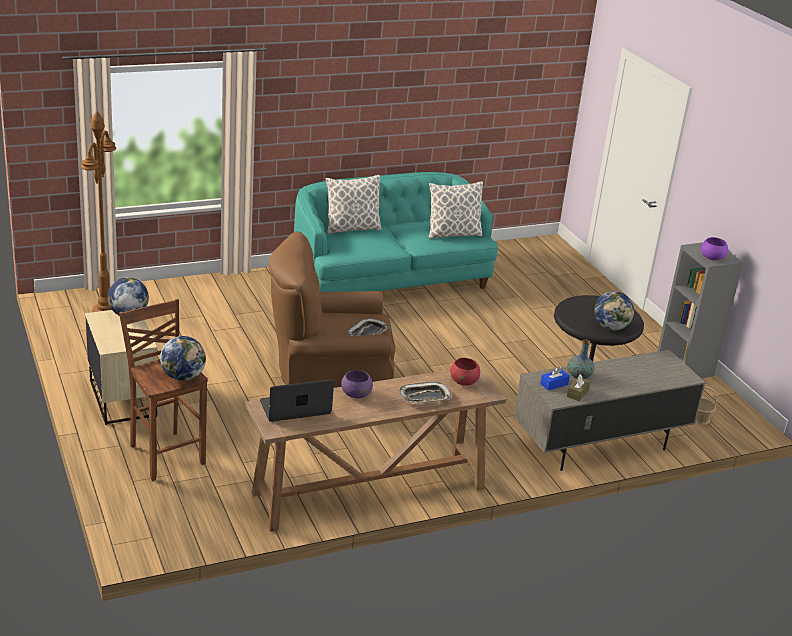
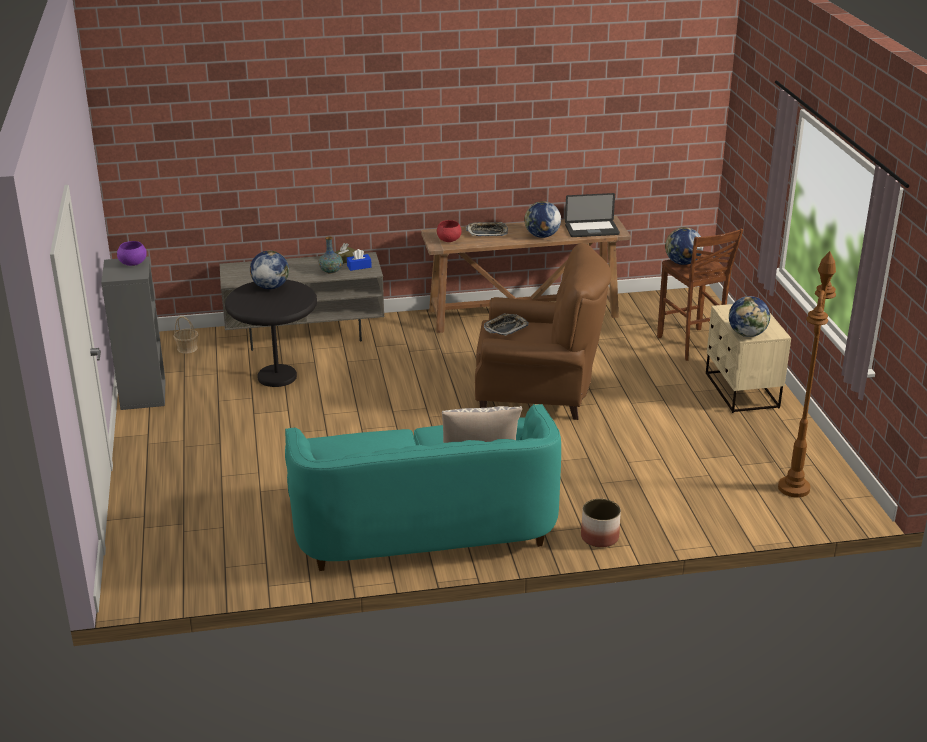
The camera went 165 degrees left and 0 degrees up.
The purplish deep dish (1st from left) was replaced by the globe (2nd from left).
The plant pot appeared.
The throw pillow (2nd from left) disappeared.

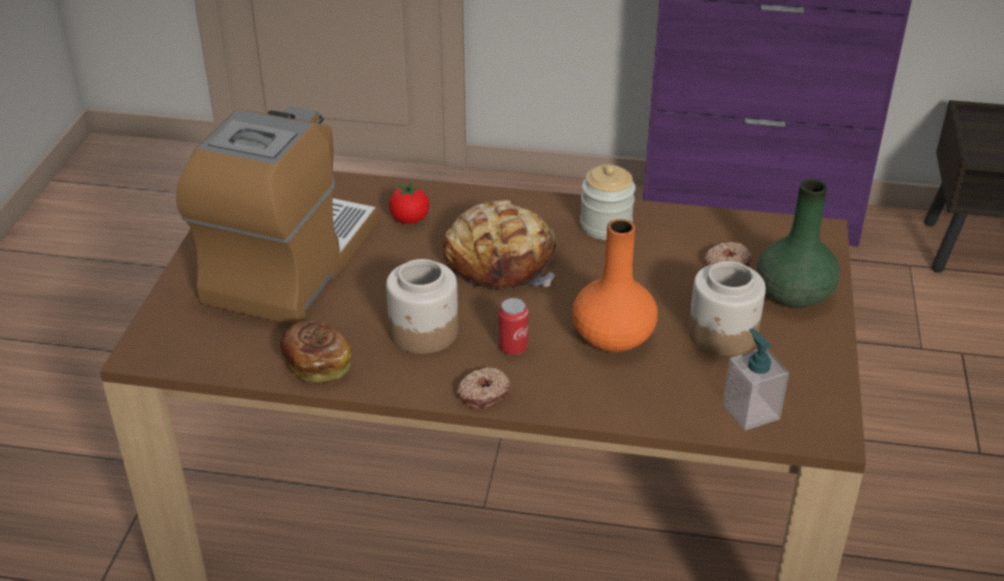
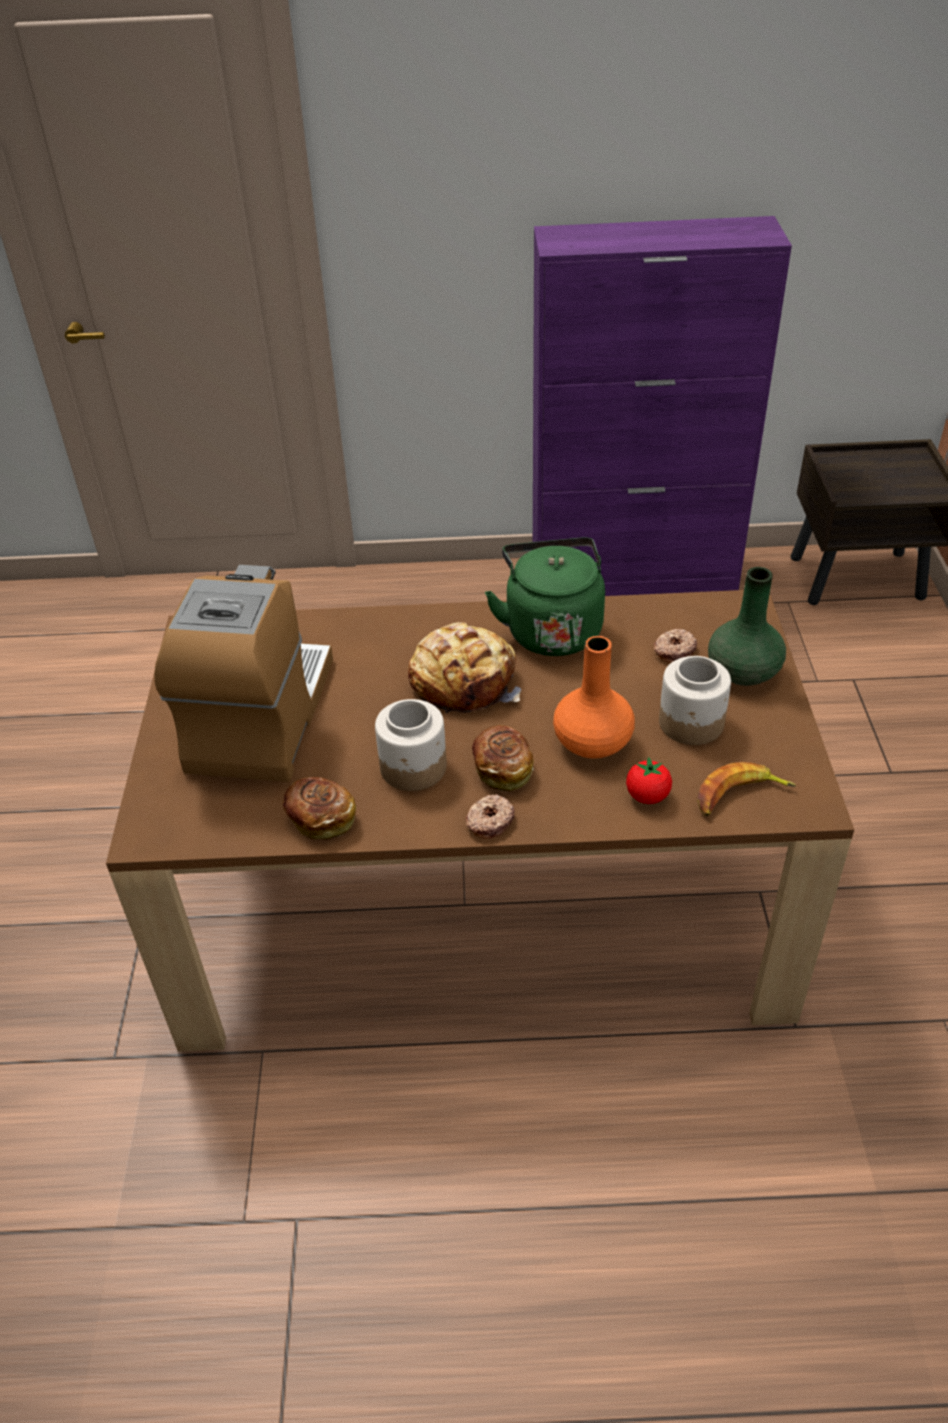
The camera went 10 degrees left and 5 degrees up.
The metal can was replaced by the bread (3rd from left).
The preserve jar (2nd from left) was replaced by the greenish water kettle.
The fresh tomato moved.
The liquid soap bottle was replaced by the banana fruit.

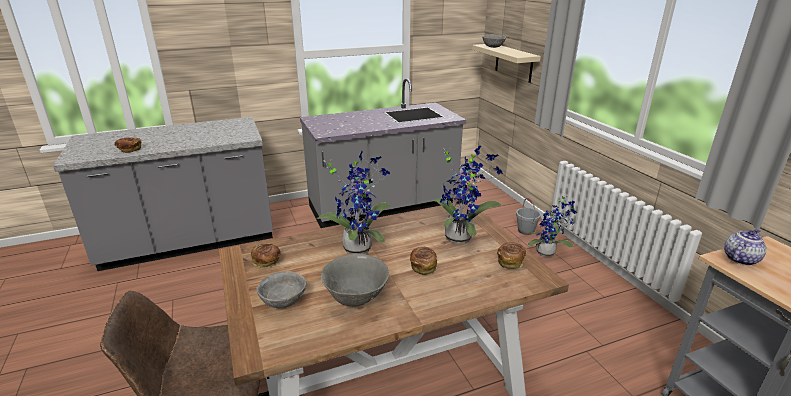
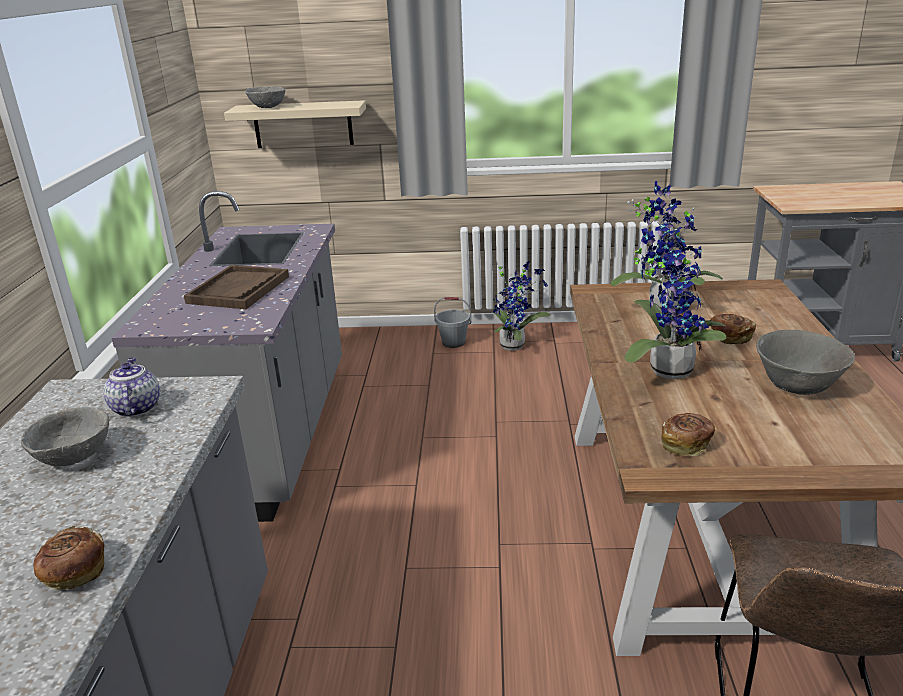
The camera went 65 degrees left and 0 degrees up.
The grey deep dish (1st from left) moved.
The tea pot moved.
The brownish carrying tray appeared.
The bread (4th from left) disappeared.

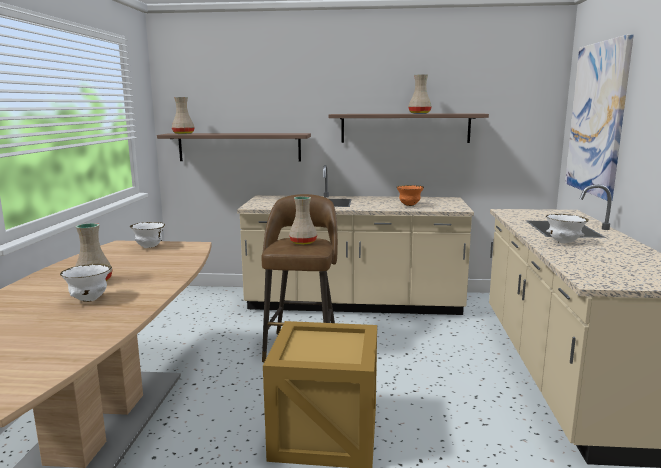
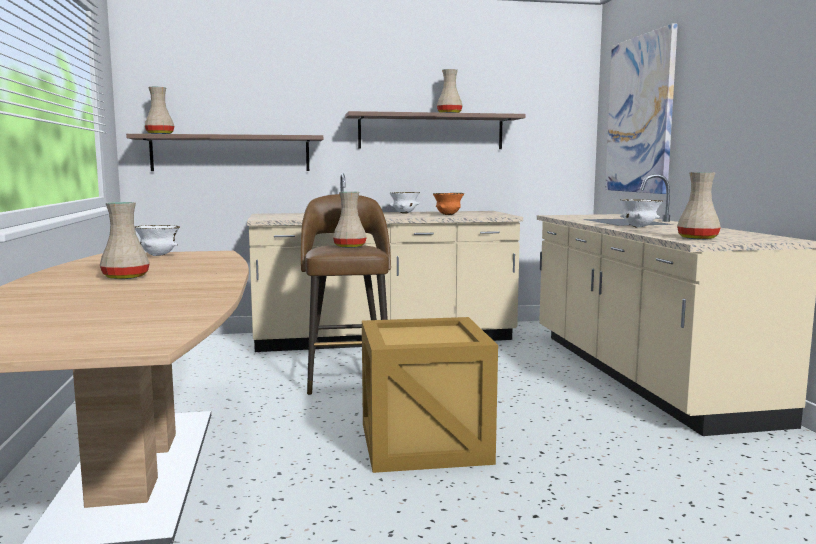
The camera went 15 degrees left and 5 degrees down.
The white-coloured deep dish (1st from left in the first image) moved.
The sand-coloured decorative vase (5th from left) appeared.

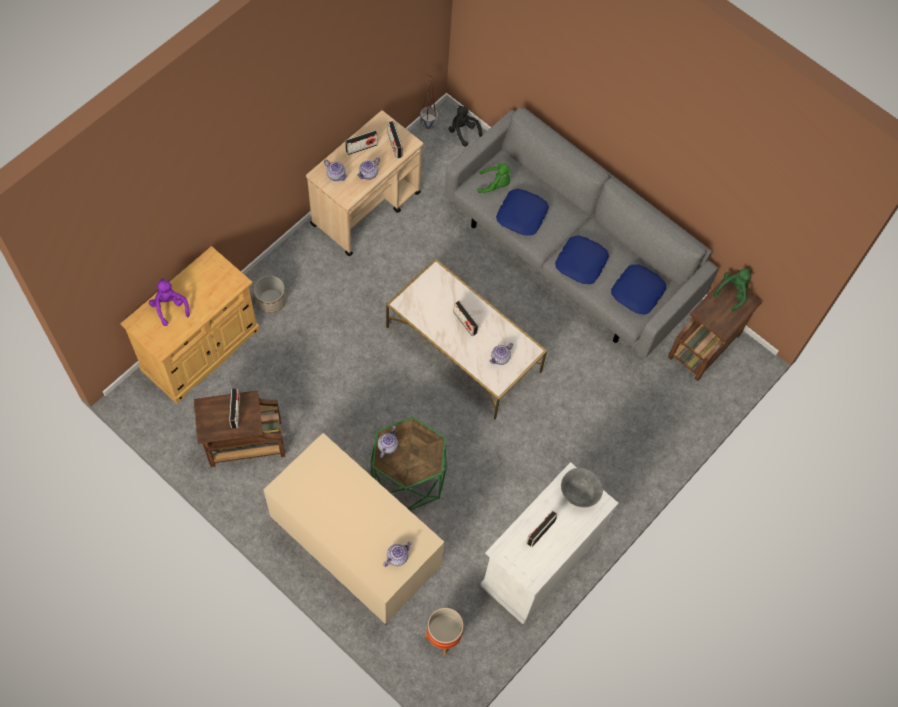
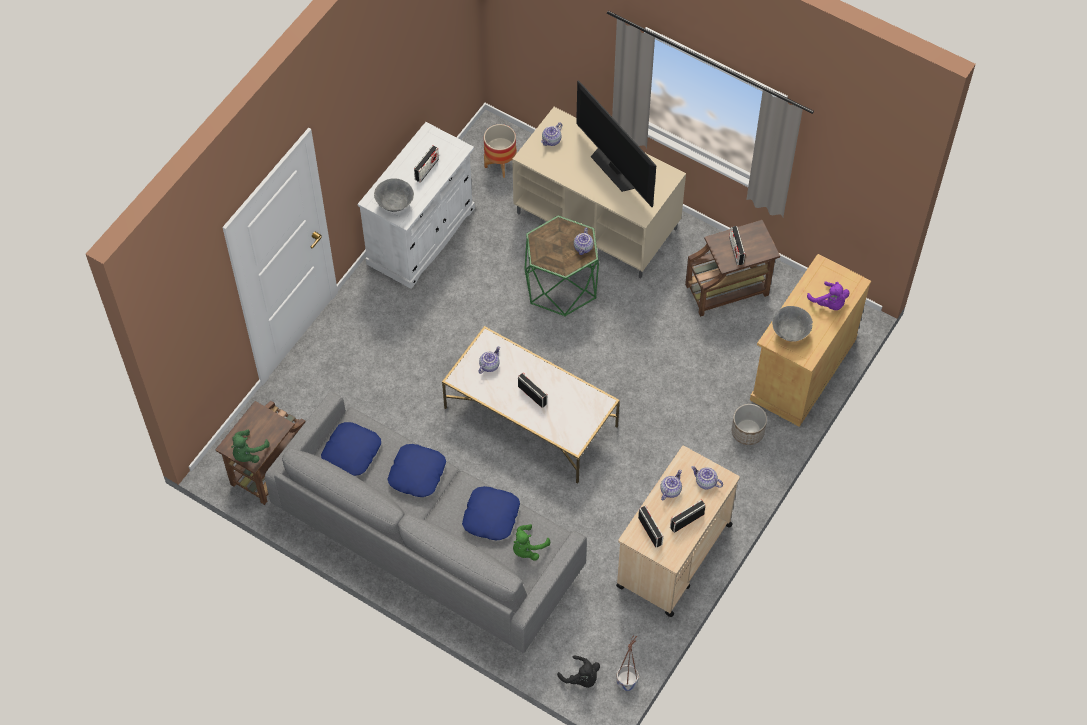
The camera went 175 degrees right and 5 degrees down.
The greenish soft toy (1st from left in the first image) turned 45 degrees counterclockwise.
The TV appeared.
The grey deep dish (2nd from left) appeared.

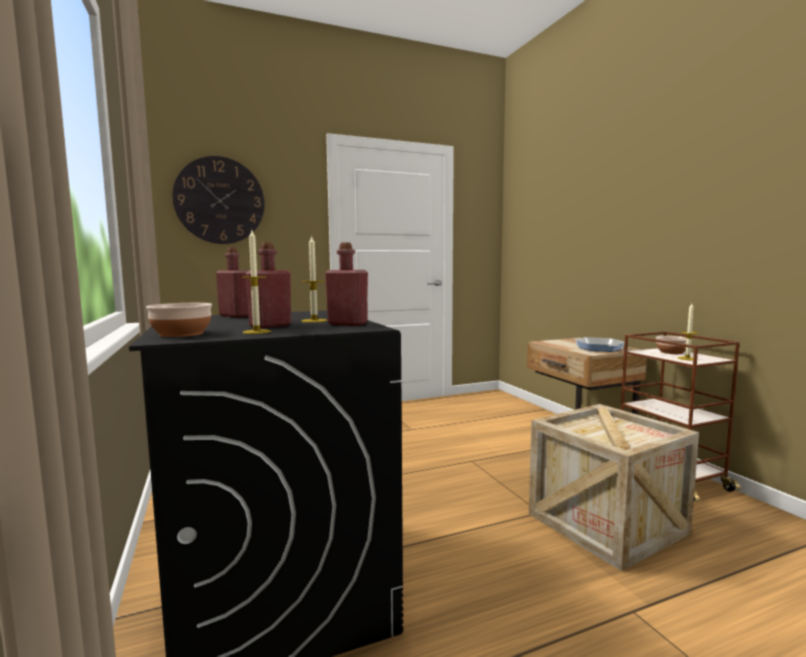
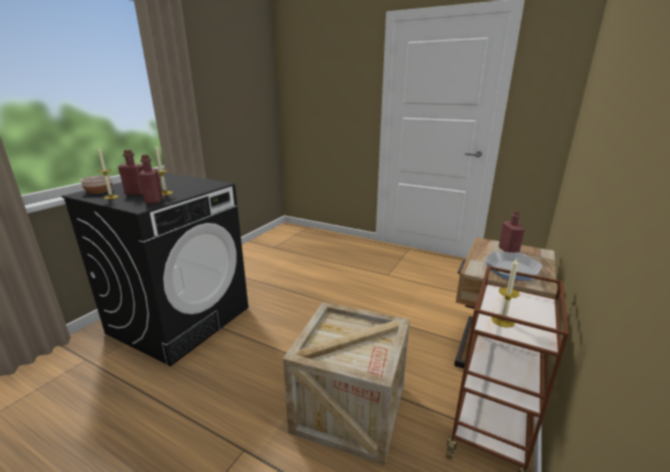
The camera went 50 degrees right and 15 degrees up.
The red beverage bottle (1st from left in the first image) moved.
The wall clock disappeared.
The deep dish (2nd from left) disappeared.

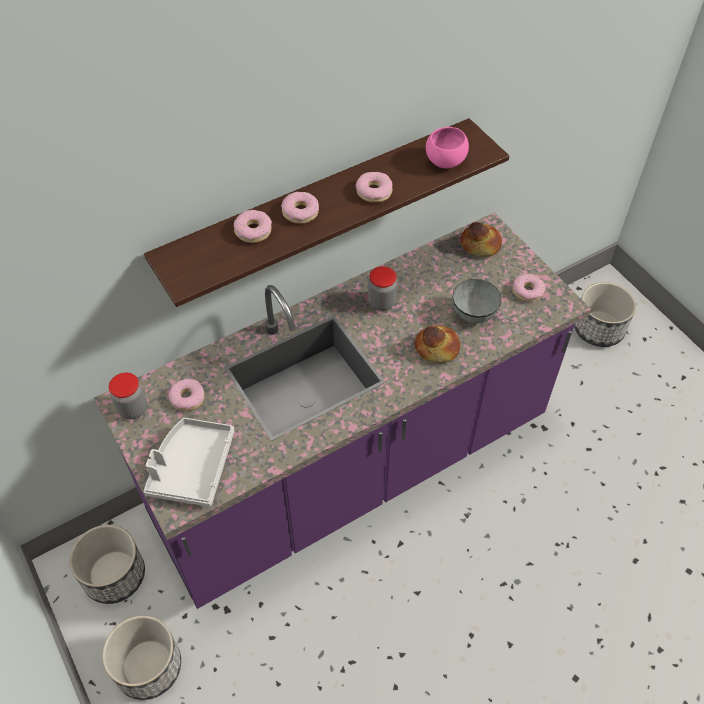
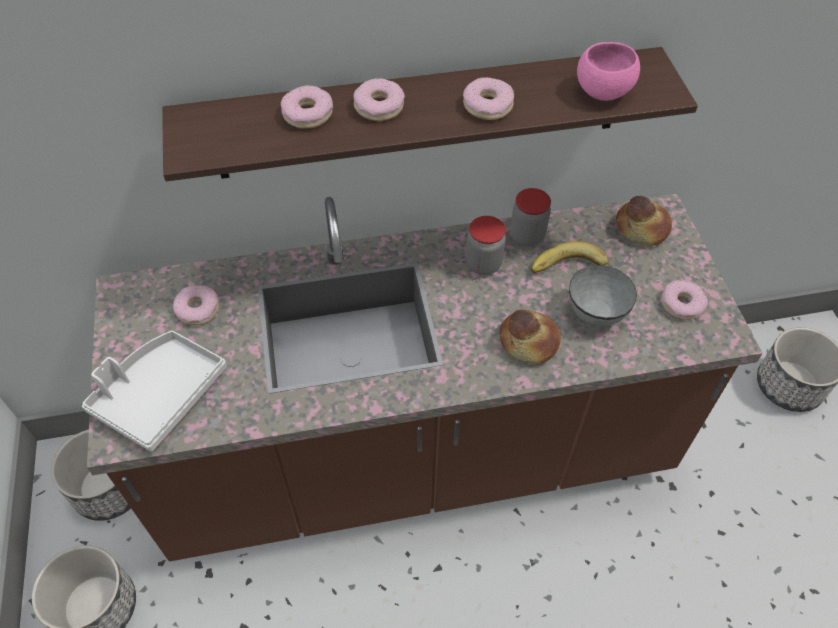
The camera went 20 degrees right and 0 degrees up.
The purplish kitchen base unit became the brownish kitchen base unit.
The preserve jar (1st from left in the first image) moved.
The banana fruit appeared.

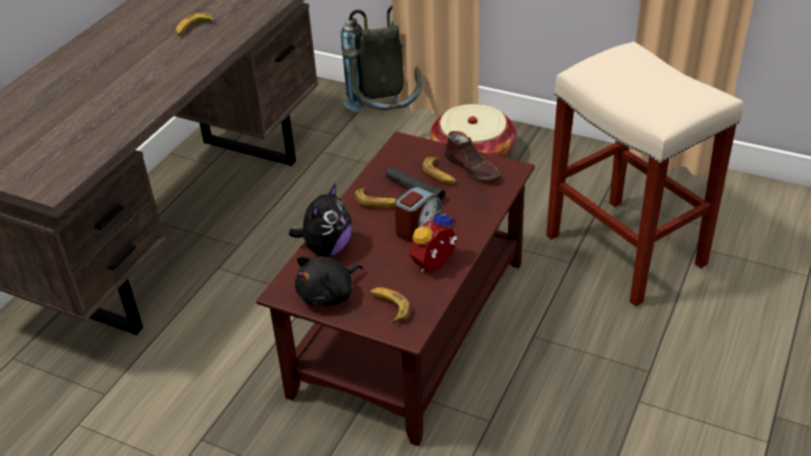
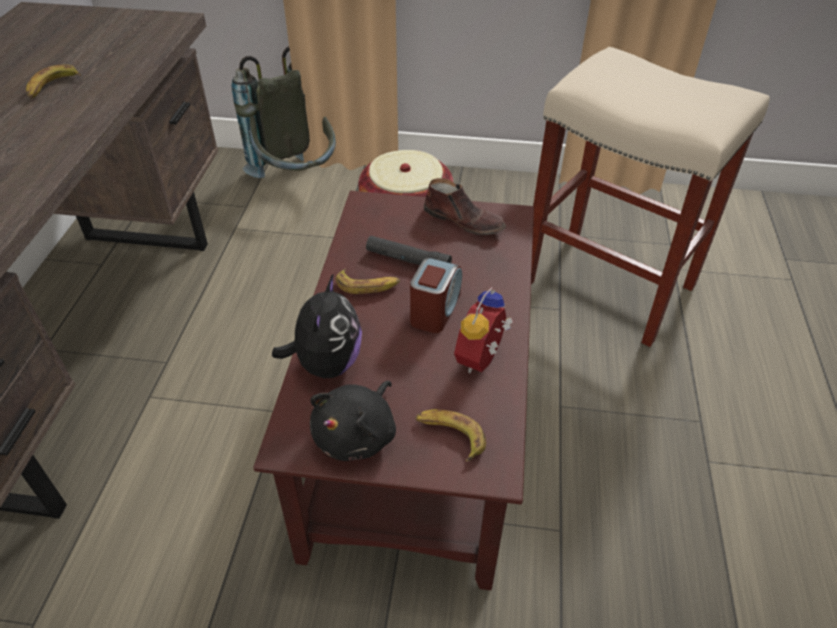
The camera went 20 degrees left and 5 degrees up.
The banana fruit (4th from left) disappeared.

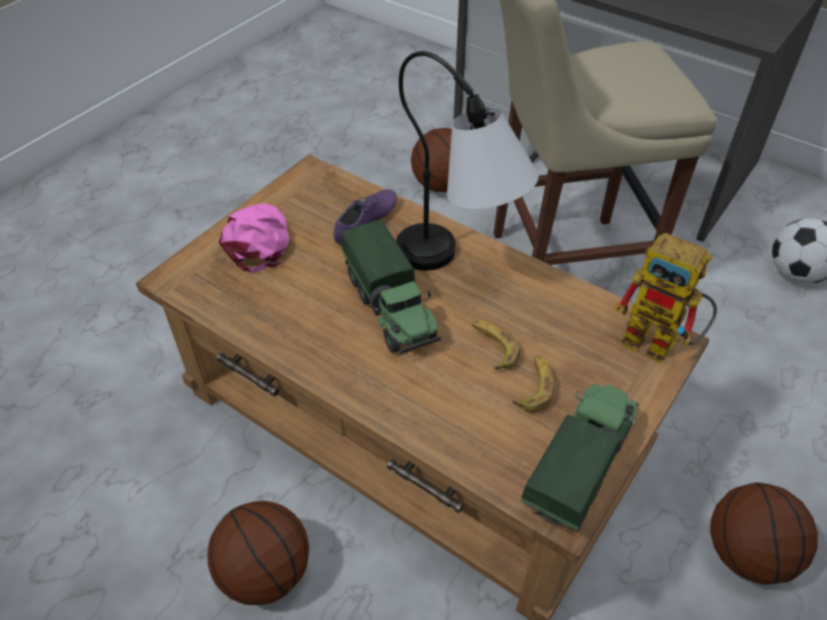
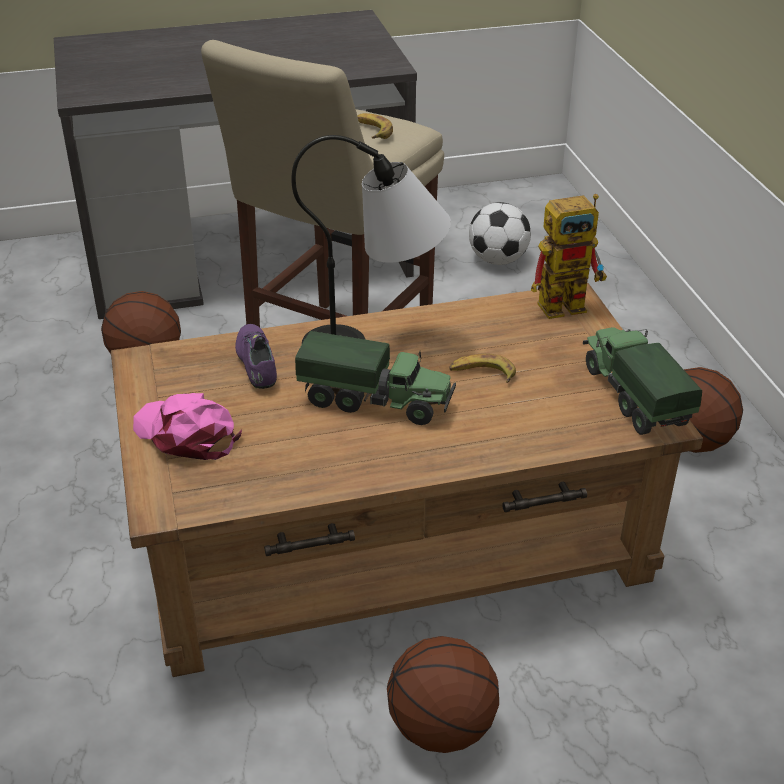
The camera went 50 degrees left and 10 degrees down.
The banana fruit (2nd from left in the first image) moved.

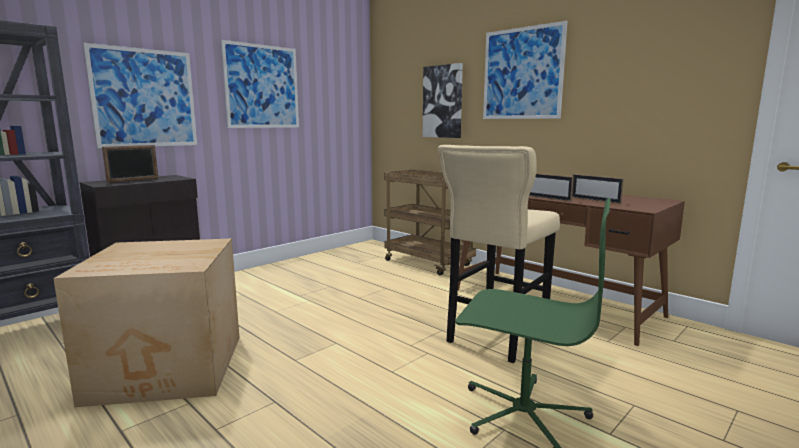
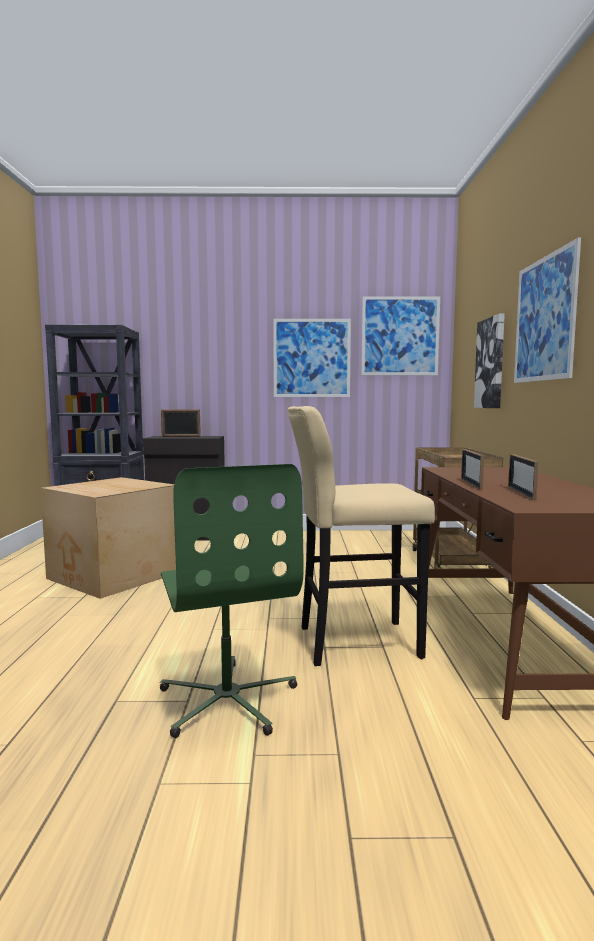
The camera went 45 degrees right and 5 degrees down.
The wall art (1st from left in the first image) moved.

